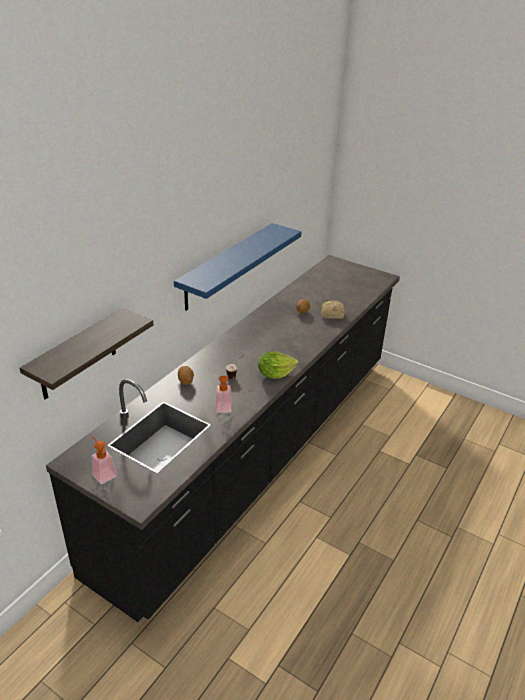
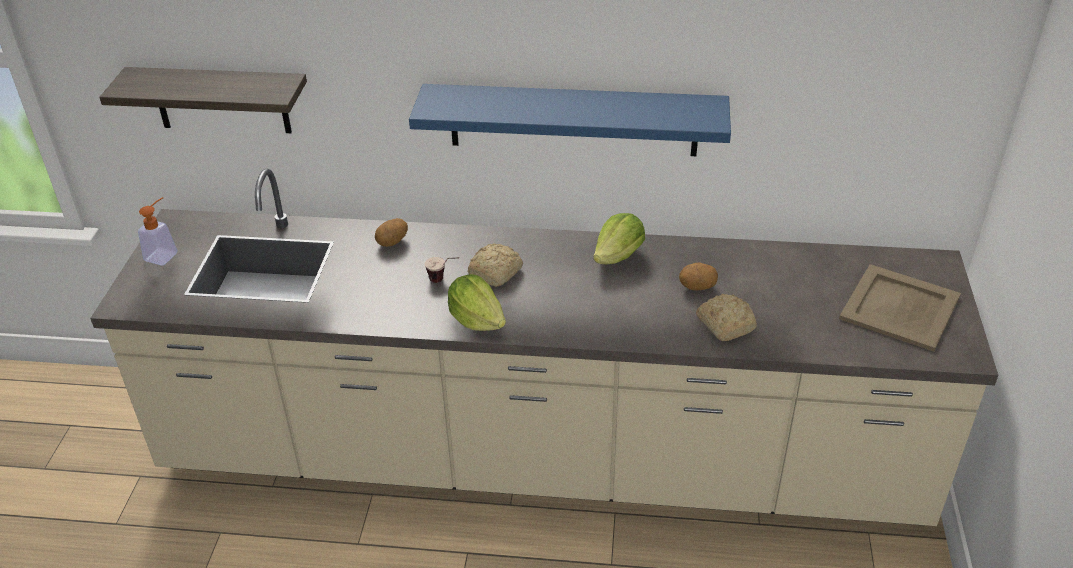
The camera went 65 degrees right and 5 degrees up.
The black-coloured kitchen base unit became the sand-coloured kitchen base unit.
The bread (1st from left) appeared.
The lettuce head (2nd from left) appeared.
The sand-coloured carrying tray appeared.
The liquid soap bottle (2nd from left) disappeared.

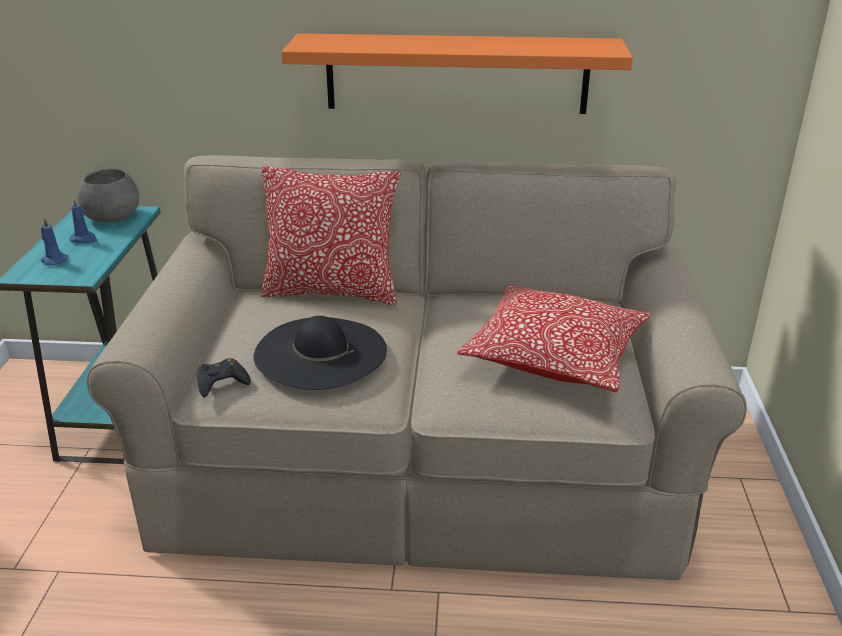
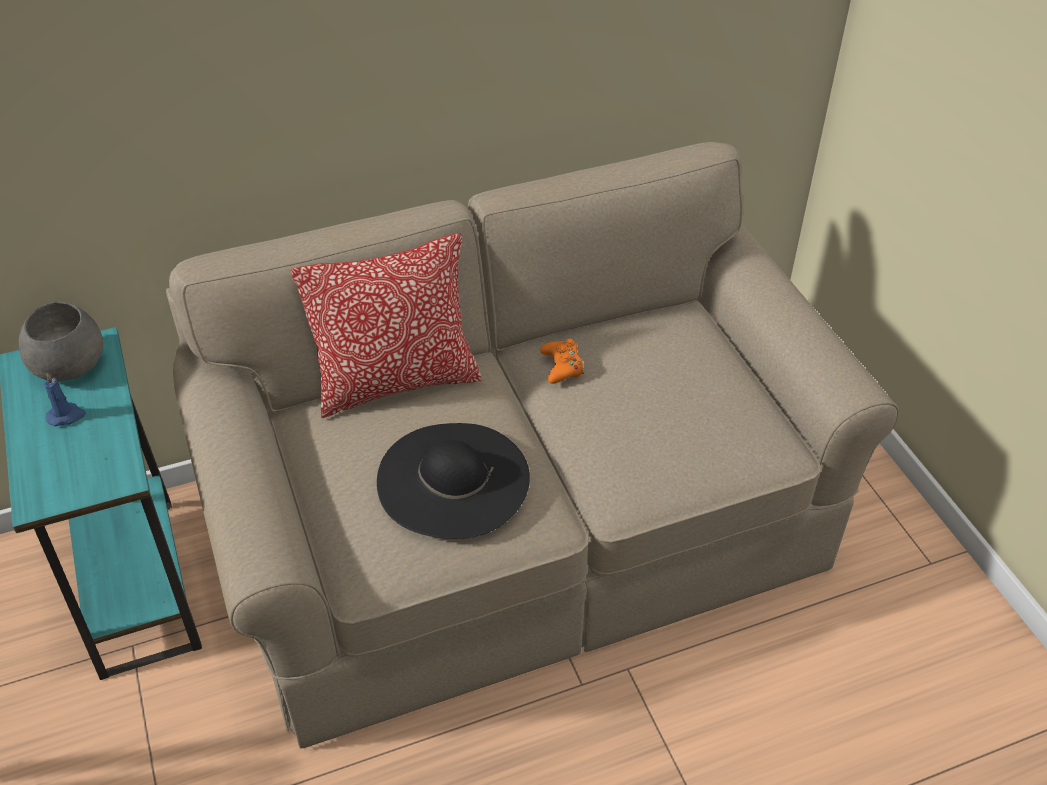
The camera went 25 degrees left and 15 degrees up.
The orange joypad appeared.
The bluish candle (1st from left) disappeared.
The black-coloured joypad disappeared.
The orange bracket shelf disappeared.
The throw pillow (2nd from left) disappeared.

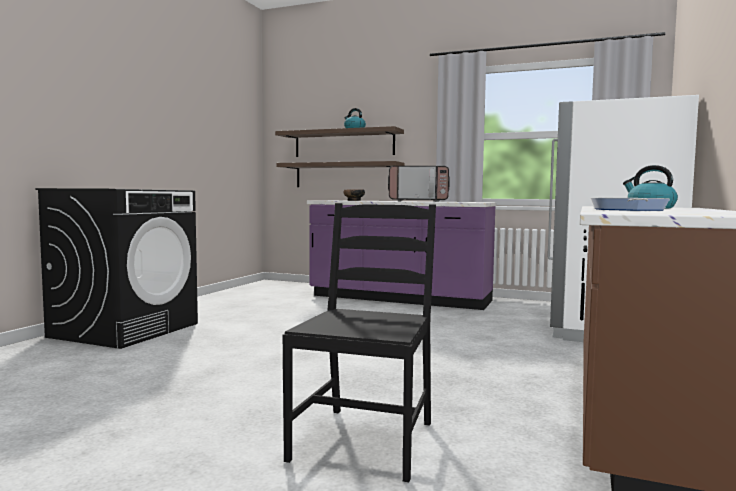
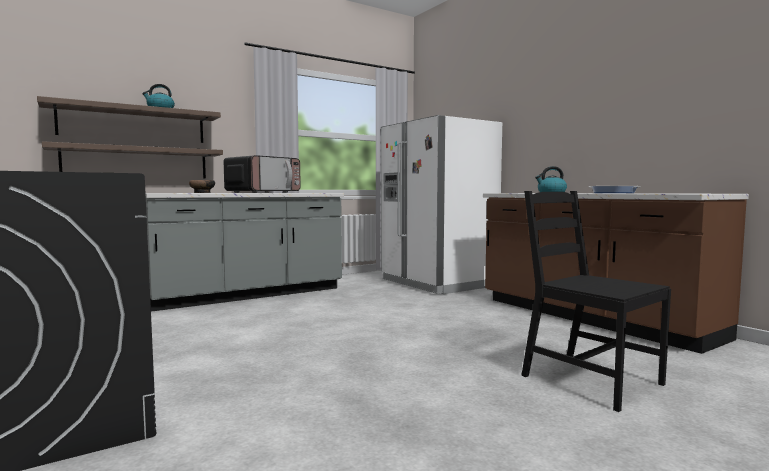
The camera went 55 degrees left and 0 degrees up.
The purplish kitchen base unit became the grey kitchen base unit.

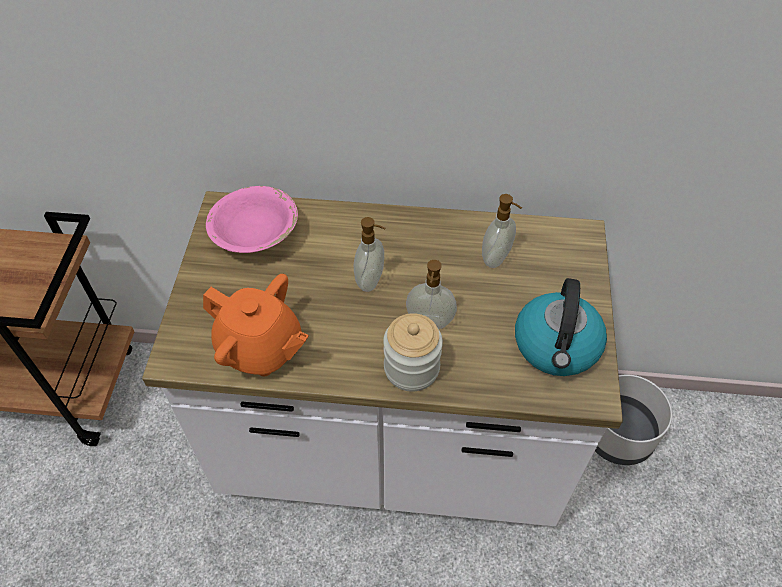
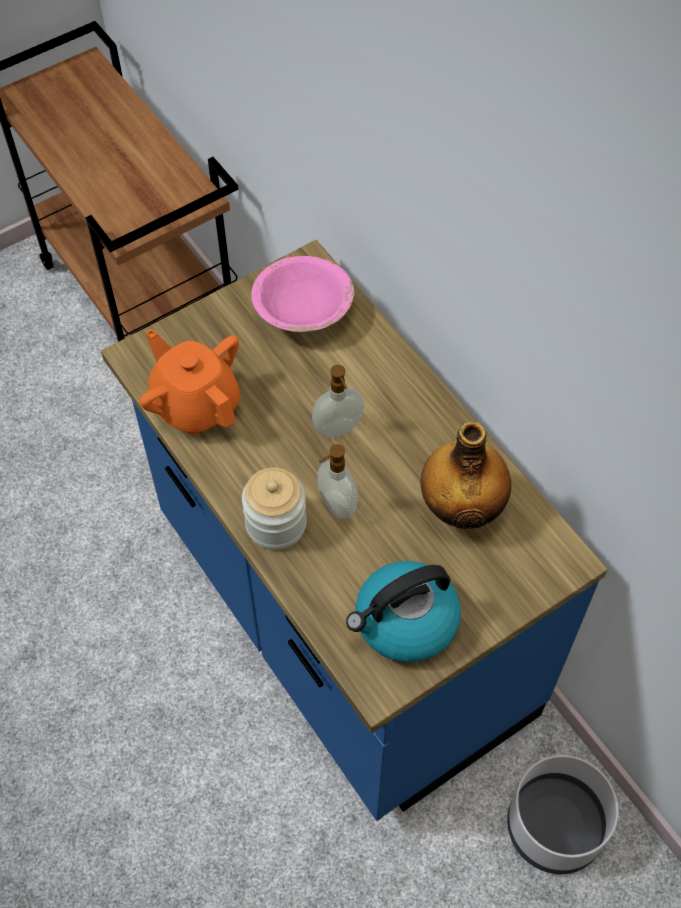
The camera went 50 degrees right and 5 degrees up.
The white-coloured kitchen base unit became the bluish kitchen base unit.
The orange tea pot turned 150 degrees clockwise.
The liquid soap bottle (3rd from left) was replaced by the beverage bottle.

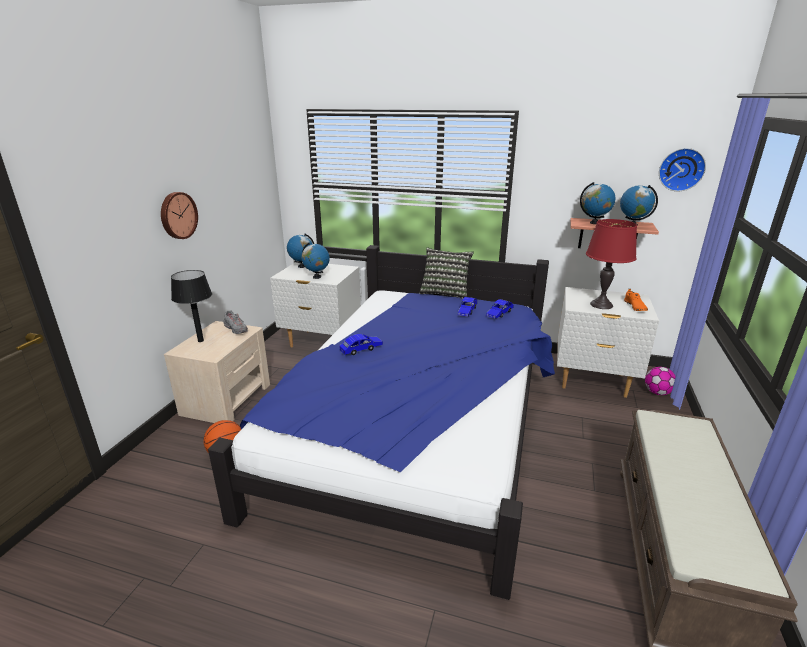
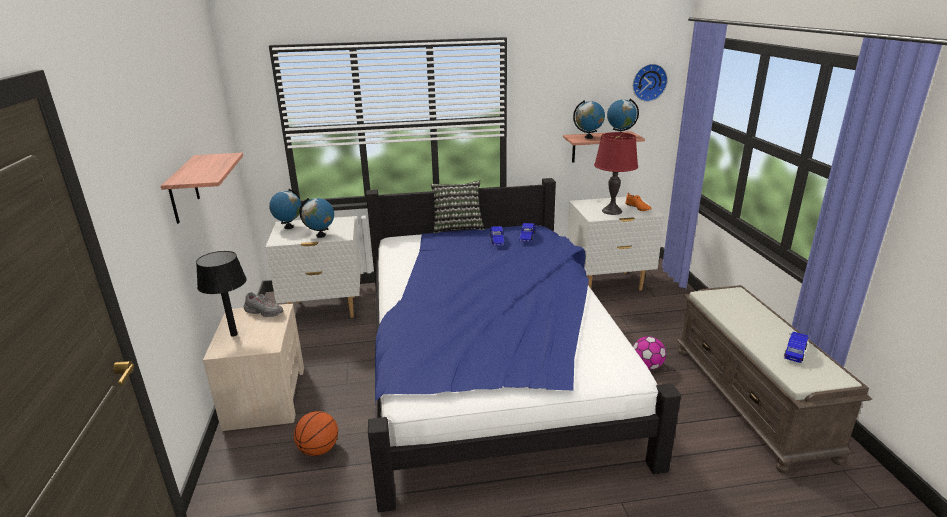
The camera went 25 degrees left and 0 degrees up.
The wall clock (1st from left) was replaced by the bracket shelf (1st from left).
The football moved.
The bluish miniature car (1st from left in the first image) moved.

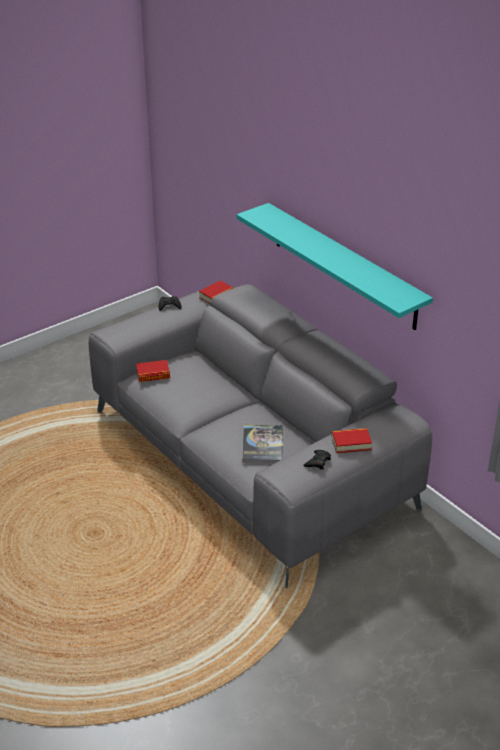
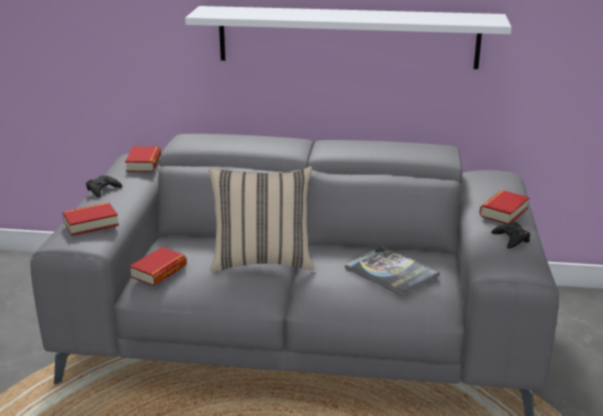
The camera went 45 degrees left and 10 degrees down.
The volume (1st from left) appeared.
The turquoise-coloured bracket shelf became the white-coloured bracket shelf.
The sand-coloured throw pillow appeared.

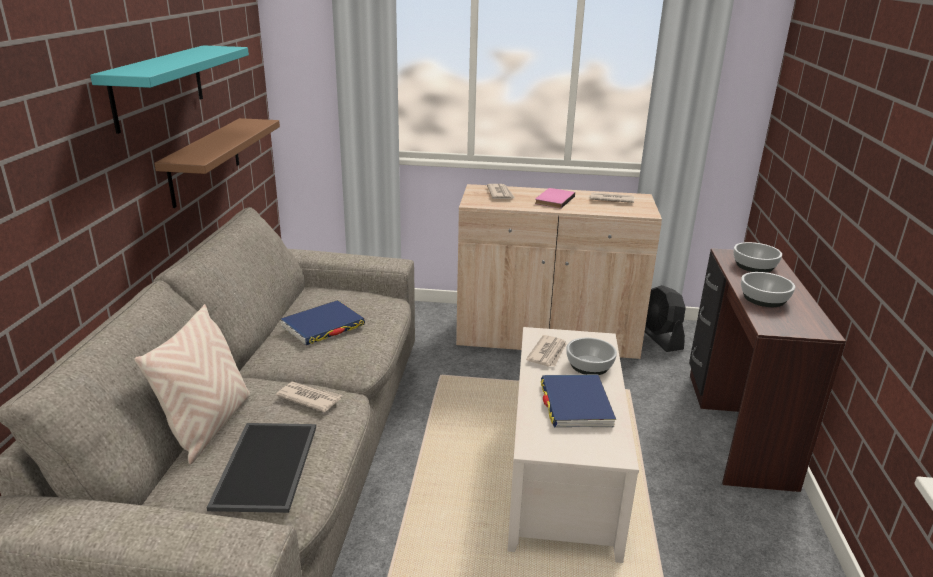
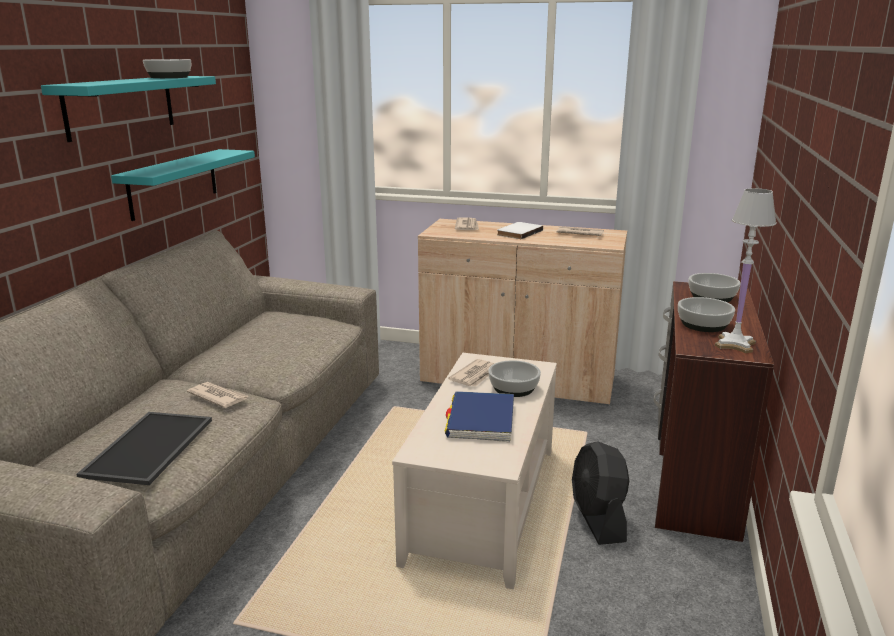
The camera went 10 degrees right and 5 degrees down.
The brownish bracket shelf became the turquoise-coloured bracket shelf (2nd from left).
The deep dish (1st from left) appeared.
The pink volume became the white-coloured volume.
The black-coloured electric fan moved.
The white-coloured lamp for a table appeared.
The sand-coloured throw pillow disappeared.
The bluish volume (1st from left) disappeared.

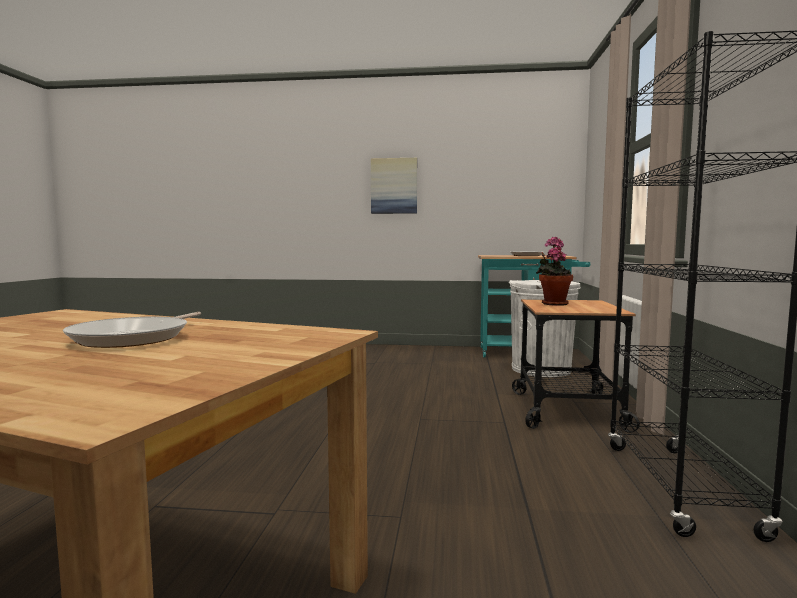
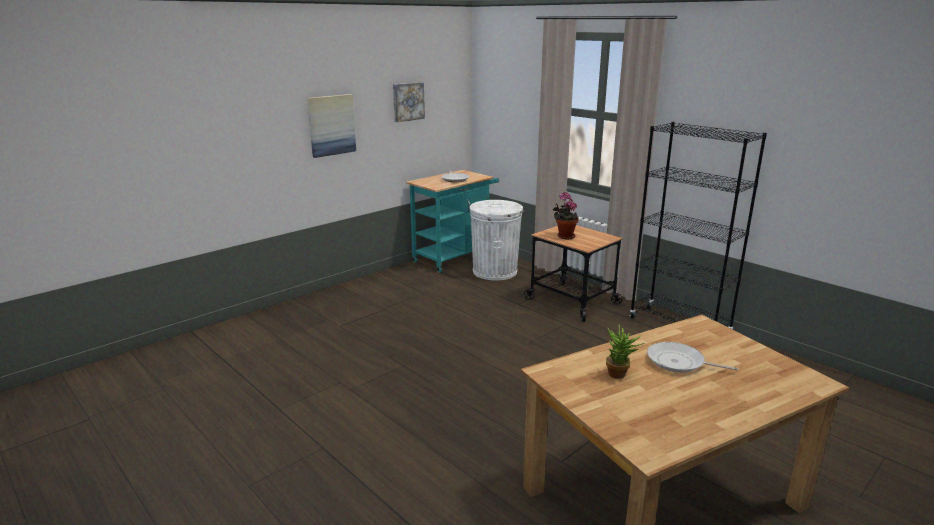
The camera went 50 degrees left and 15 degrees up.
The wall art (2nd from left) appeared.
The plant in a pot (2nd from left) appeared.
The skillet (1st from left in the first image) turned 150 degrees clockwise.

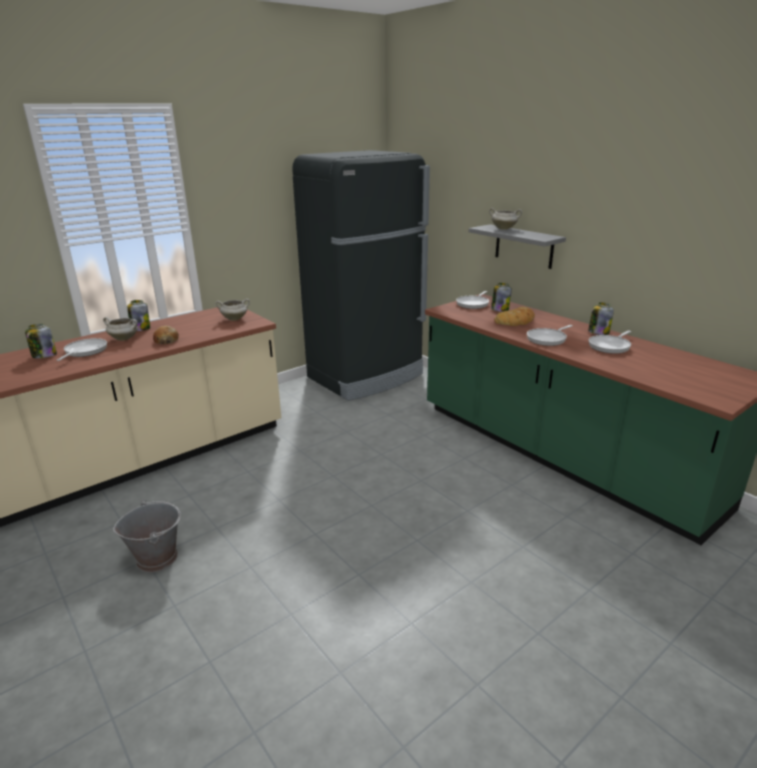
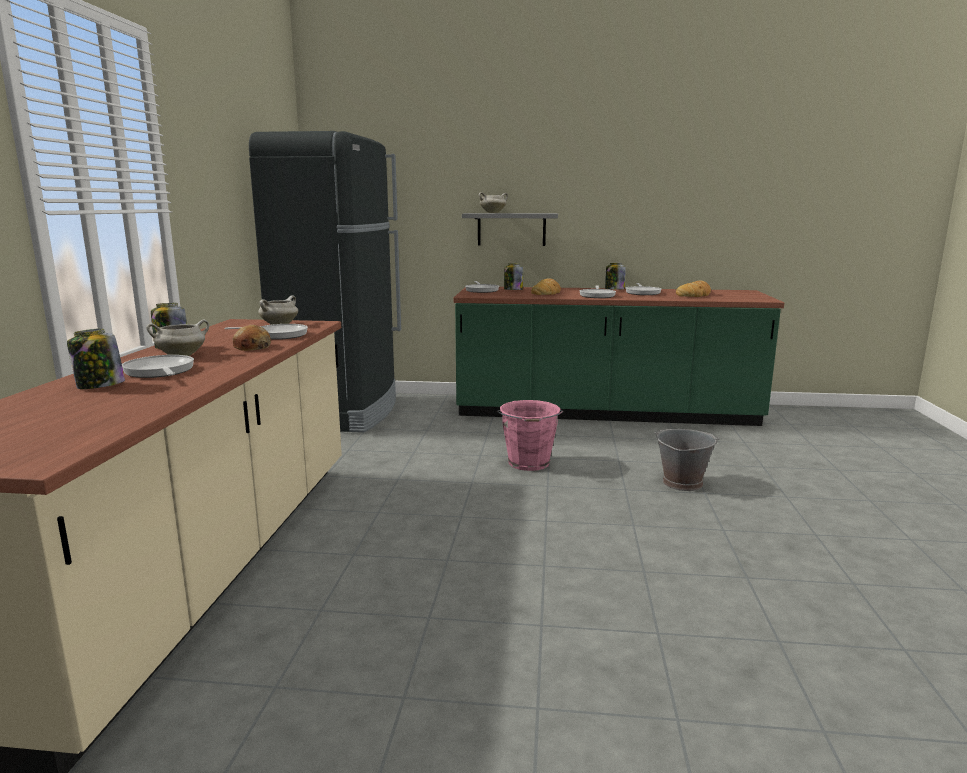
The camera went 45 degrees left and 10 degrees down.
The skillet (2nd from left) appeared.
The pink pail appeared.
The grey pail moved.
The bread (3rd from left) appeared.

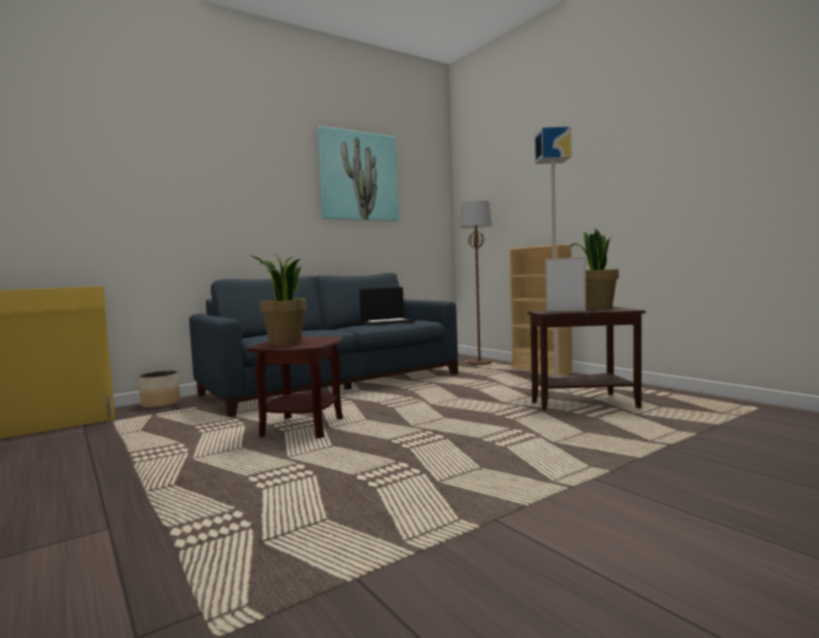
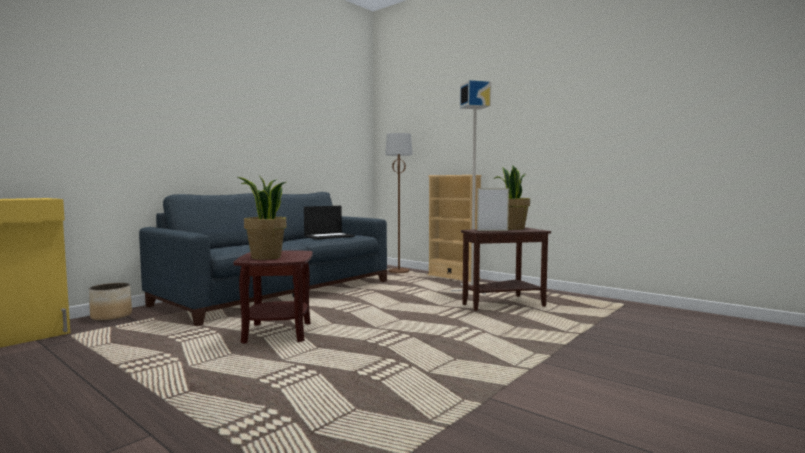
The camera went 15 degrees left and 0 degrees up.
The wall art disappeared.

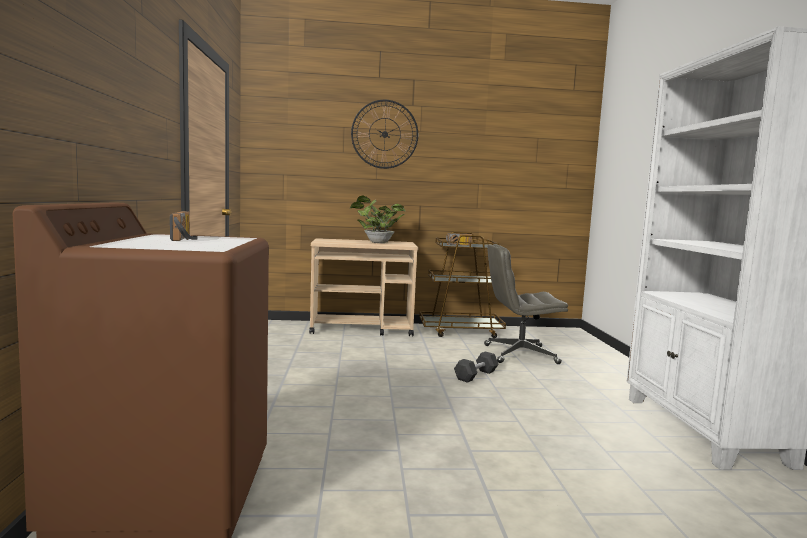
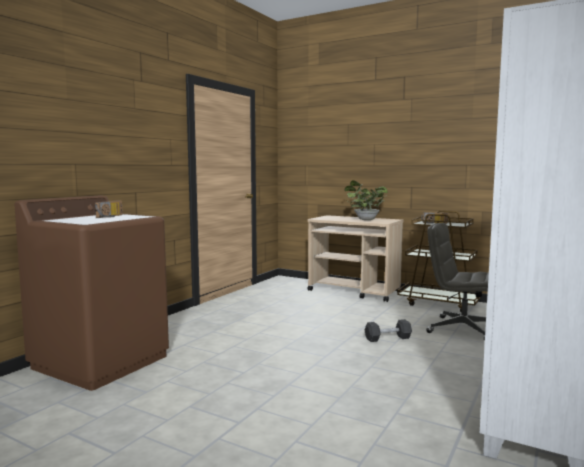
The camera went 35 degrees right and 0 degrees up.
The wall clock disappeared.

